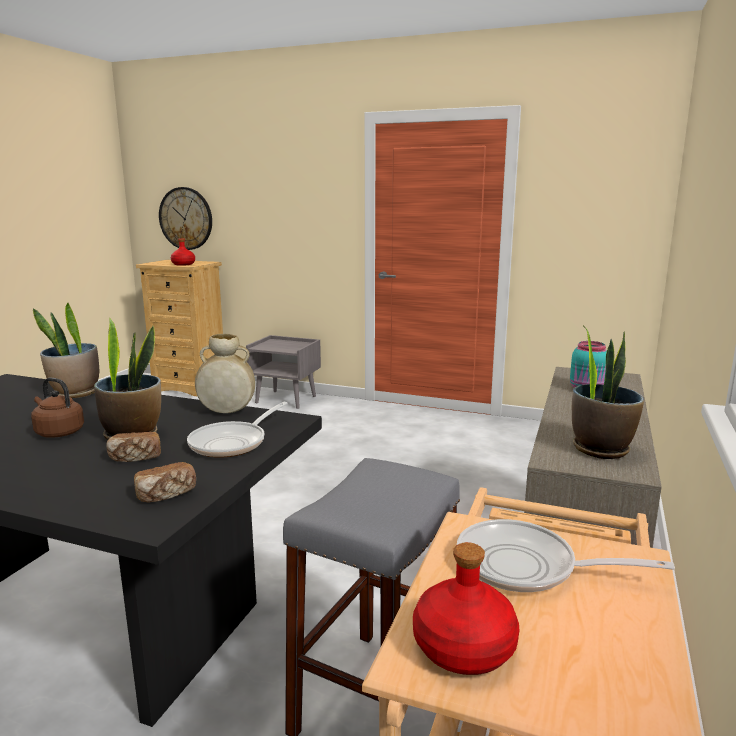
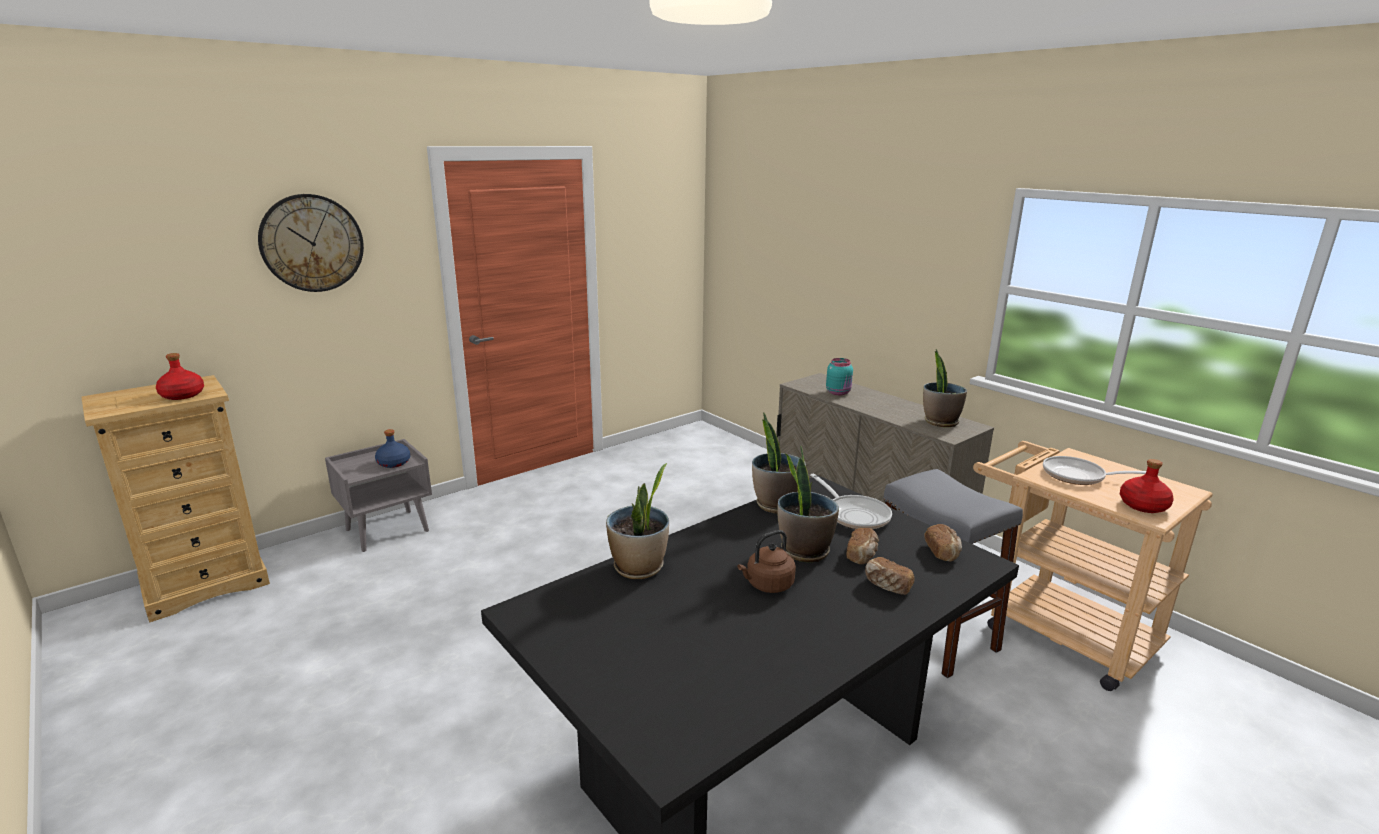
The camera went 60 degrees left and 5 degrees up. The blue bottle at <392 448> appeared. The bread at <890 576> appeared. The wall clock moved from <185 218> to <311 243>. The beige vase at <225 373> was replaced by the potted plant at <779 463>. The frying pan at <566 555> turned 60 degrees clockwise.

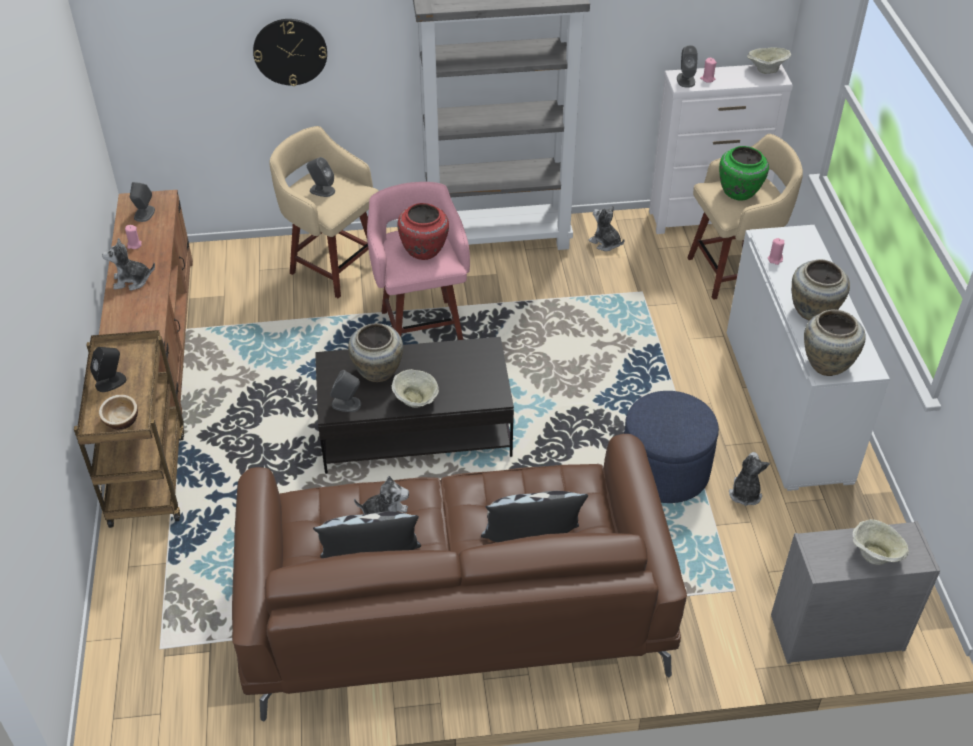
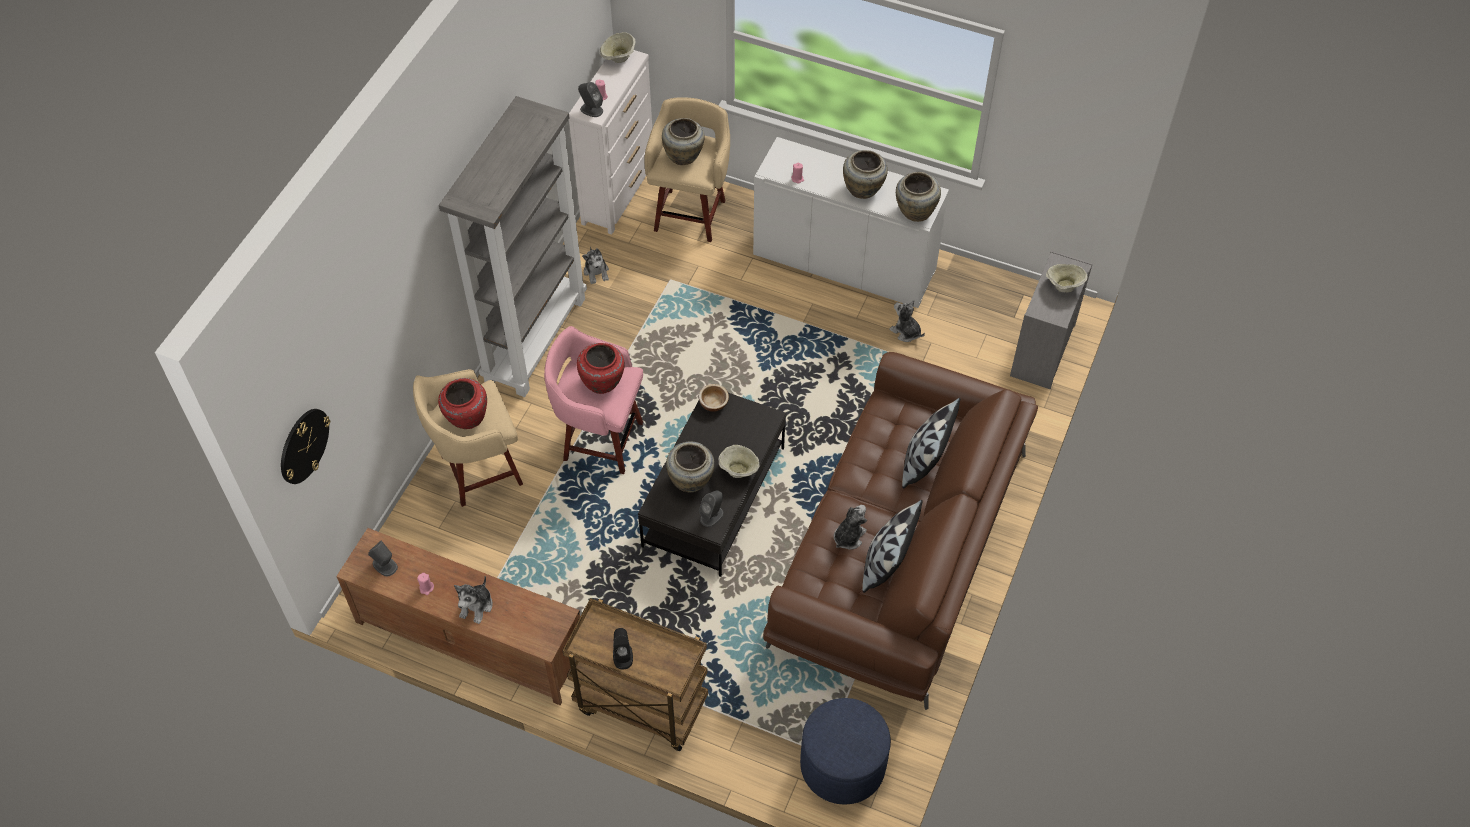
The camera went 60 degrees left and 10 degrees up. The bowl moved from <118 412> to <714 398>. The wall clock moved from <290 52> to <305 446>. The blue ottoman moved from <671 447> to <845 751>. The grey speaker at <321 177> was replaced by the red vase at <462 403>. The green vase at <744 173> became the beige vase at <683 141>. The plush toy at <606 228> turned 90 degrees counterclockwise.

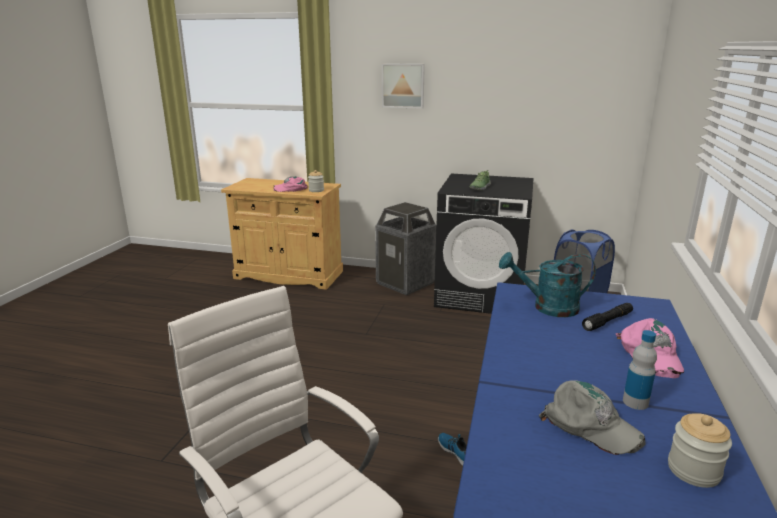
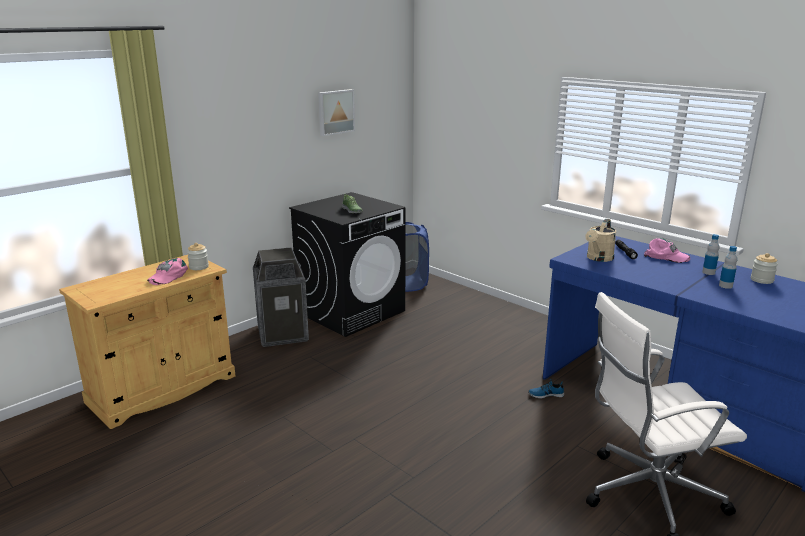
The camera went 60 degrees left and 0 degrees up. The picture moved from <403 86> to <336 112>. The grey cap at <592 417> was replaced by the bottle at <728 267>. The turquoise watering can at <547 284> became the beige watering can at <601 240>.

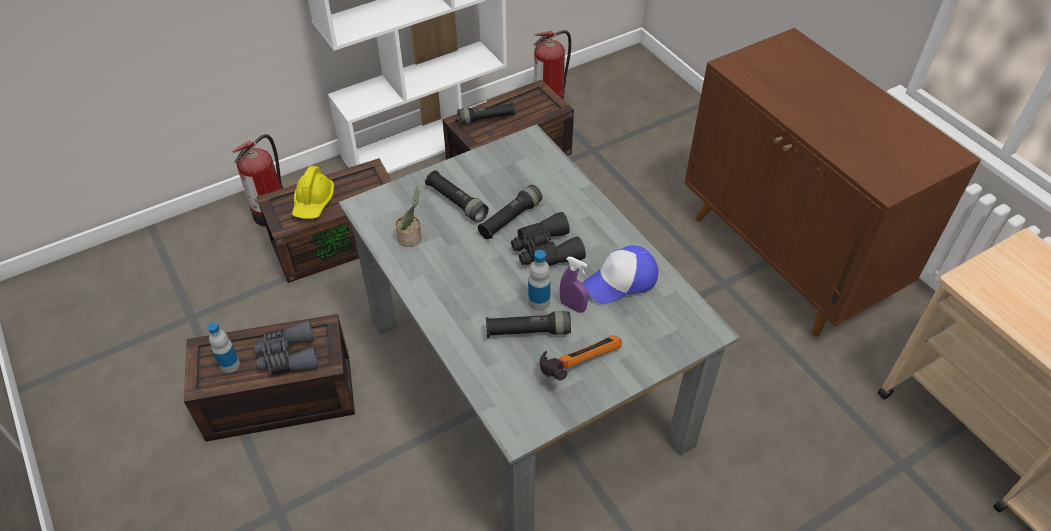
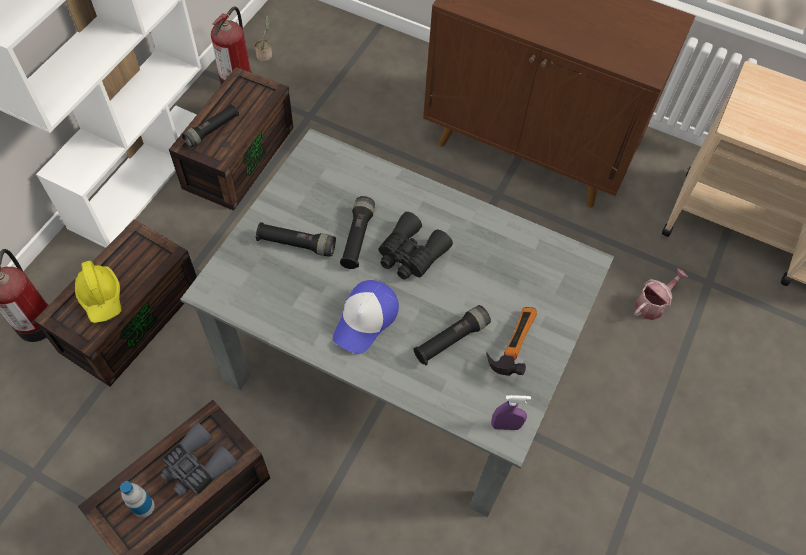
The camera went 35 degrees left and 10 degrees up. The bottle at <539 280> disappeared. The watering can at <661 294> appeared. The potted plant moved from <408 217> to <263 38>. The purple spray bottle moved from <574 285> to <511 412>. The cap moved from <620 274> to <366 317>.

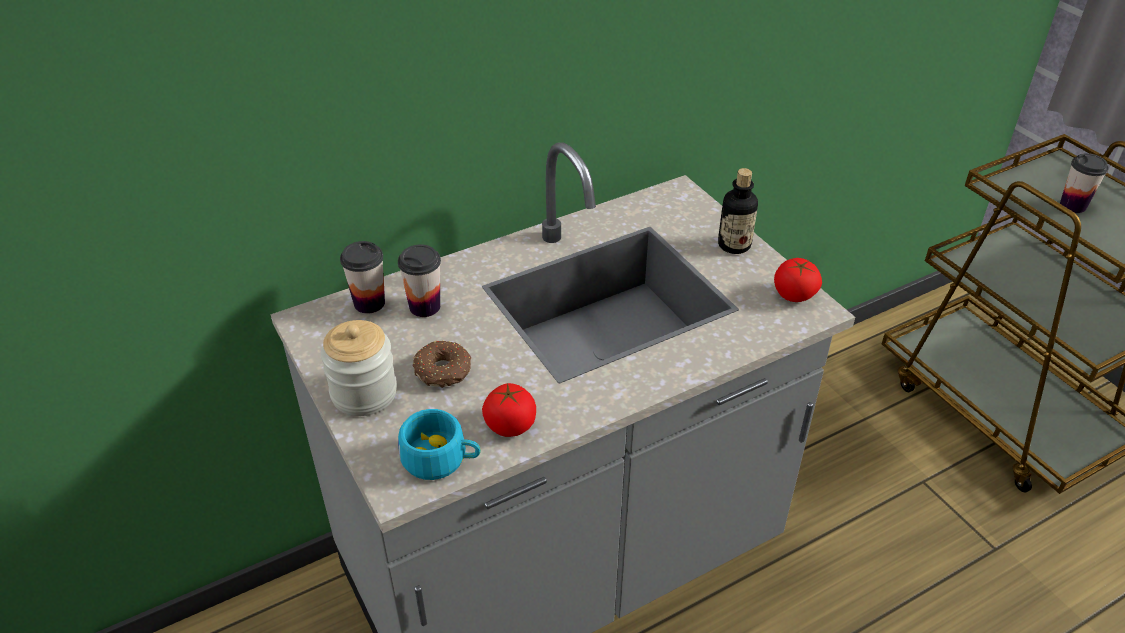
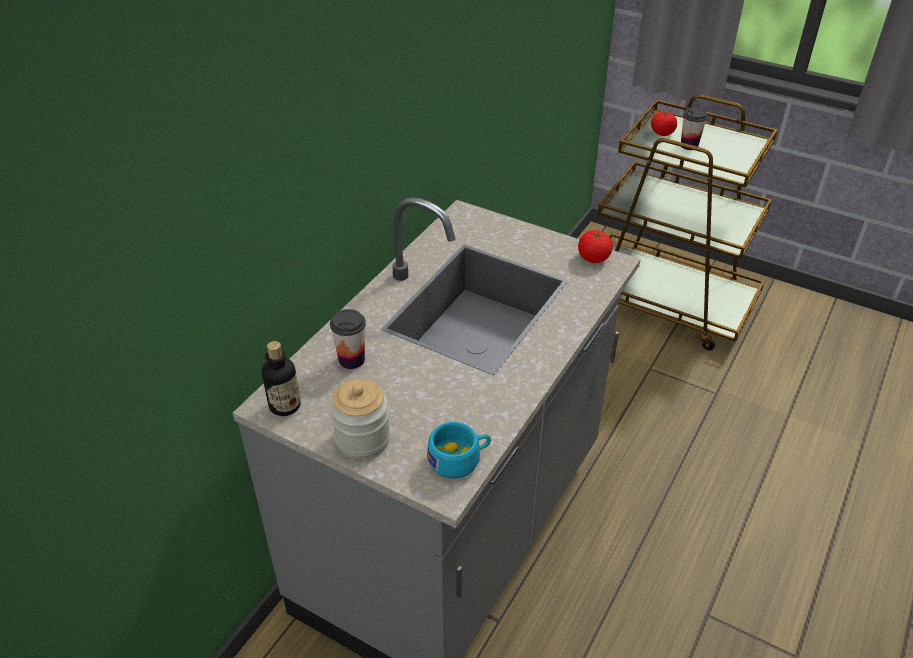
The camera went 30 degrees left and 0 degrees up. The cup at <362 277> disappeared. The donut at <441 364> disappeared. The tomato moved from <509 410> to <664 123>. The bottle moved from <738 211> to <281 378>.

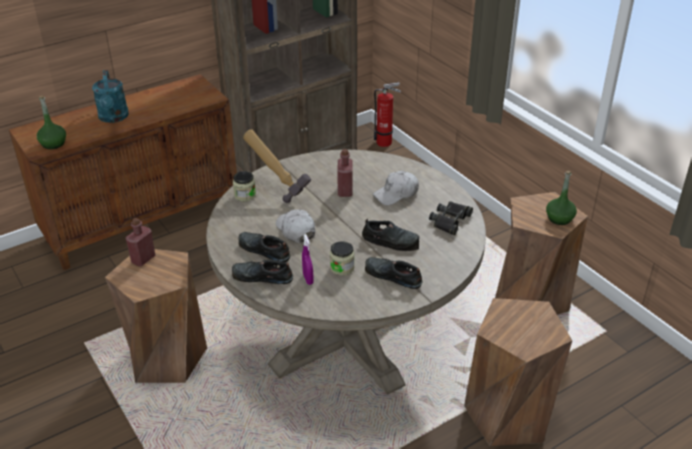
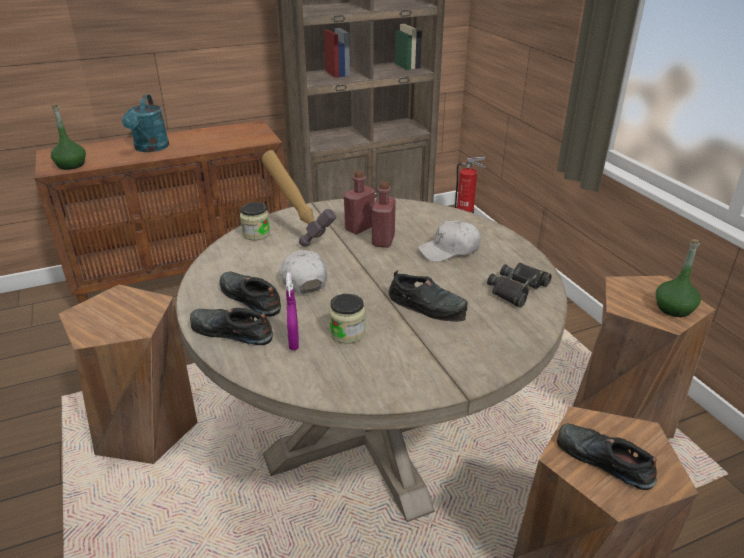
The camera went 10 degrees right and 5 degrees down. The red bottle moved from <141 242> to <359 202>. The black shoe moved from <393 273> to <607 456>.

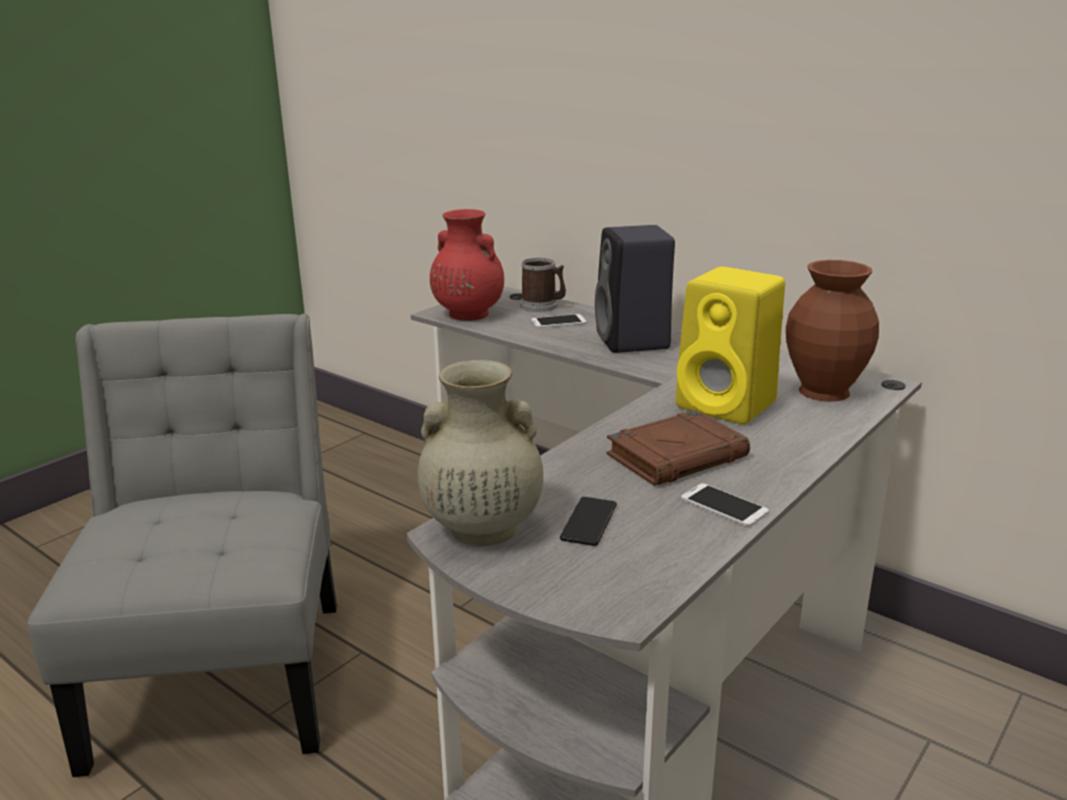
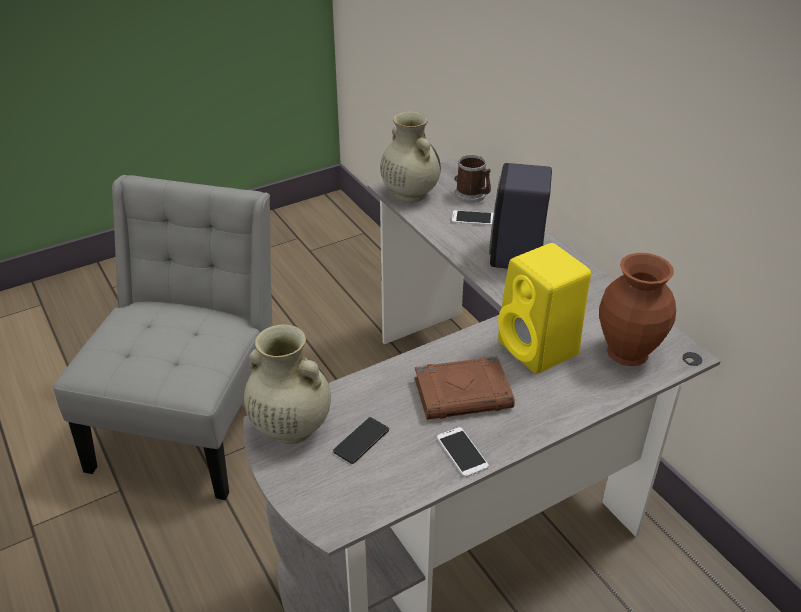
The camera went 20 degrees right and 15 degrees up. The red vase at <467 265> became the beige vase at <410 156>.

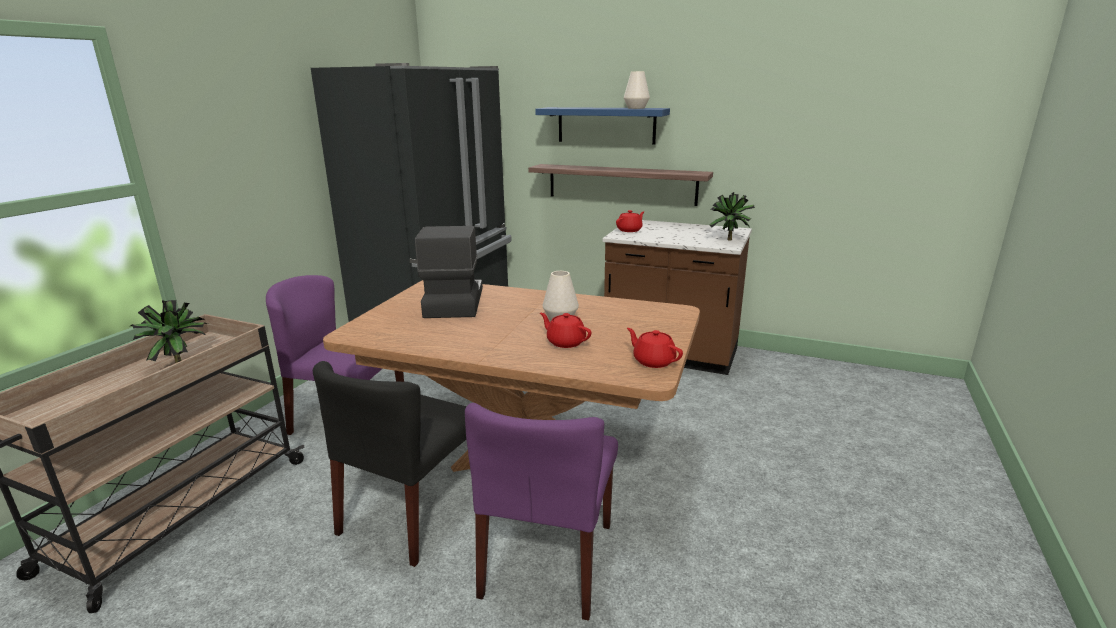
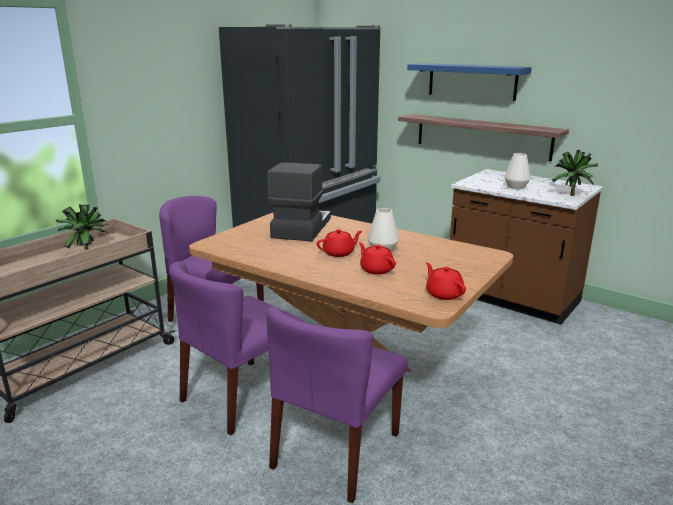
The camera went 15 degrees right and 0 degrees up. The red teapot moved from <630 221> to <339 243>. The white vase moved from <637 90> to <517 171>. The black chair at <390 464> became the purple chair at <236 348>.

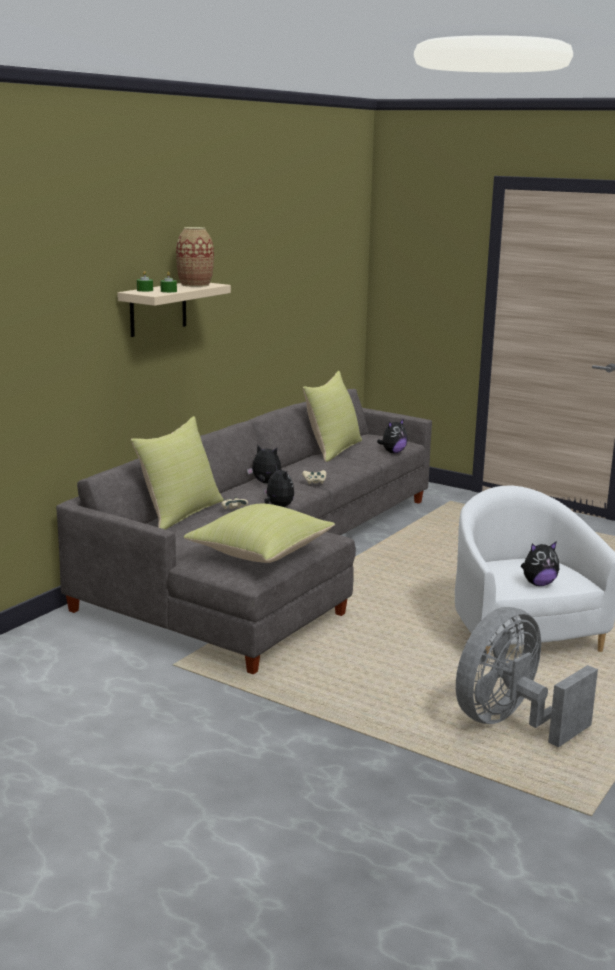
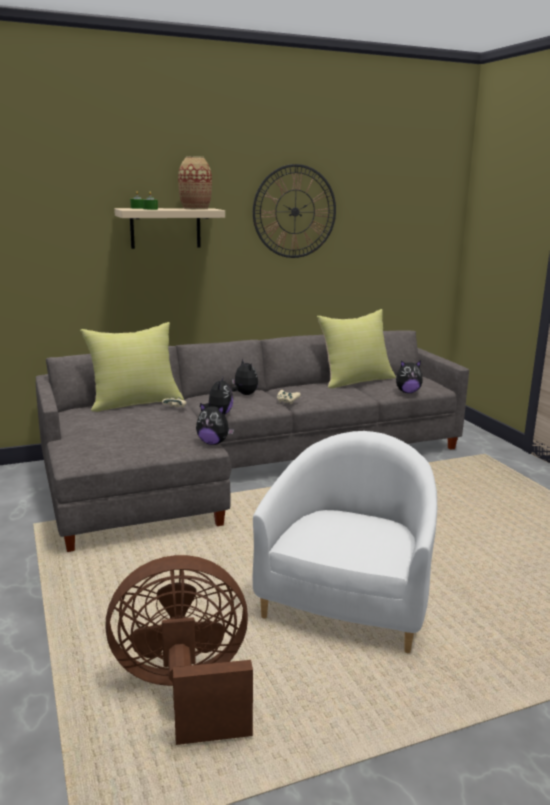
The camera went 35 degrees right and 0 degrees up. The yellow pillow at <259 533> disappeared. The wall clock at <294 211> appeared. The plush toy moved from <540 563> to <215 424>. The grey fan at <527 677> became the brown fan at <179 650>.

